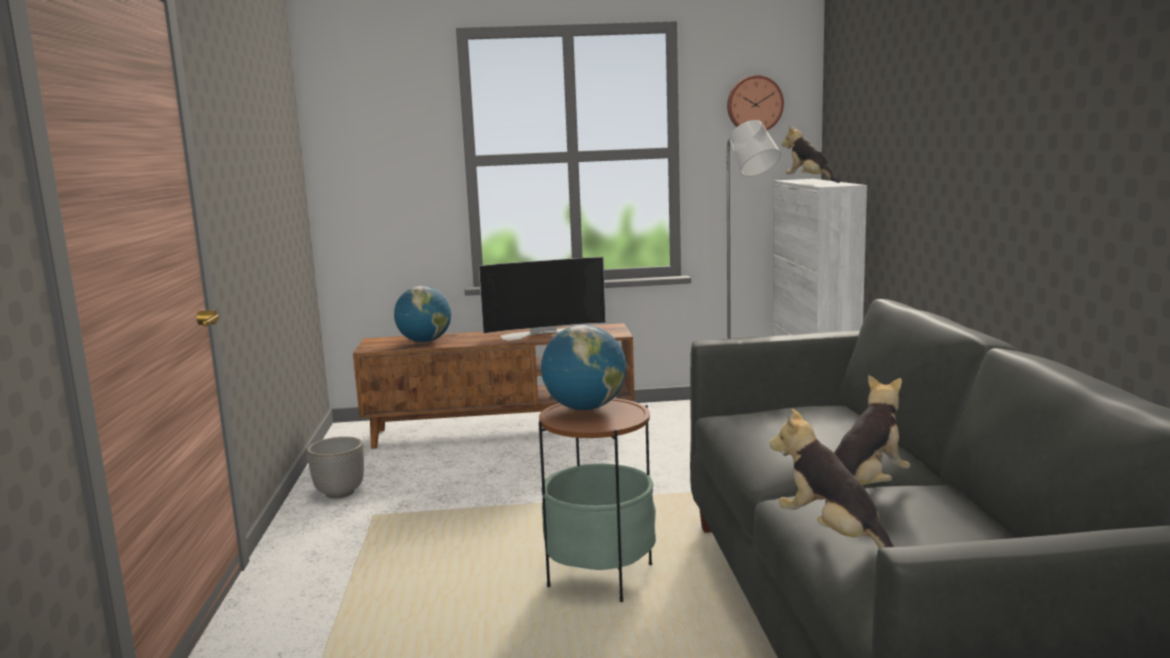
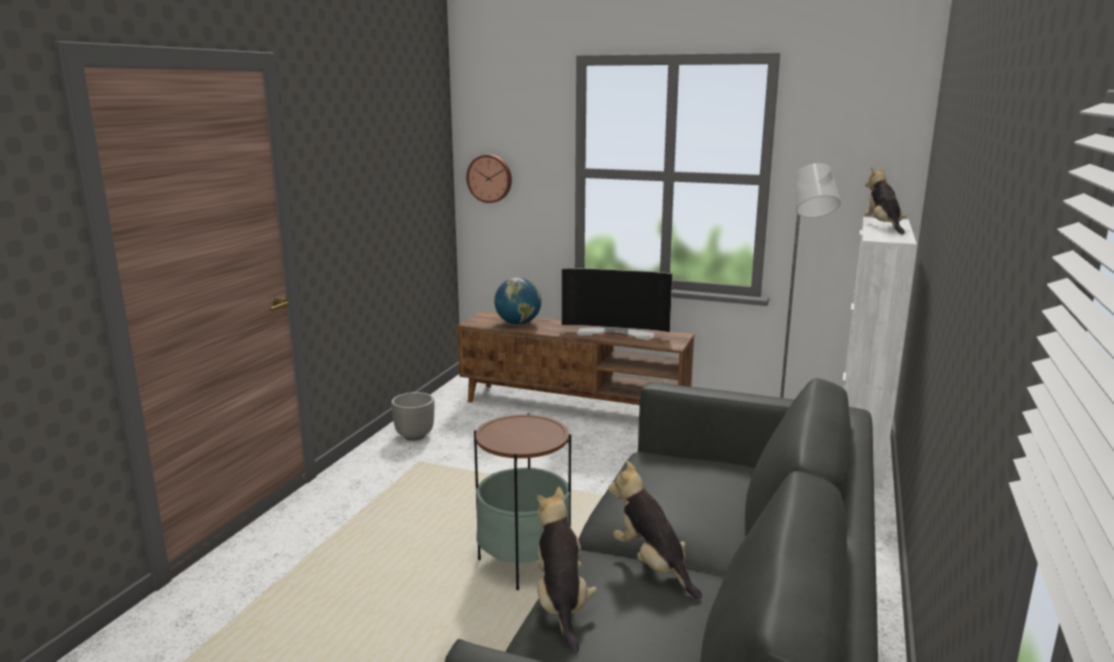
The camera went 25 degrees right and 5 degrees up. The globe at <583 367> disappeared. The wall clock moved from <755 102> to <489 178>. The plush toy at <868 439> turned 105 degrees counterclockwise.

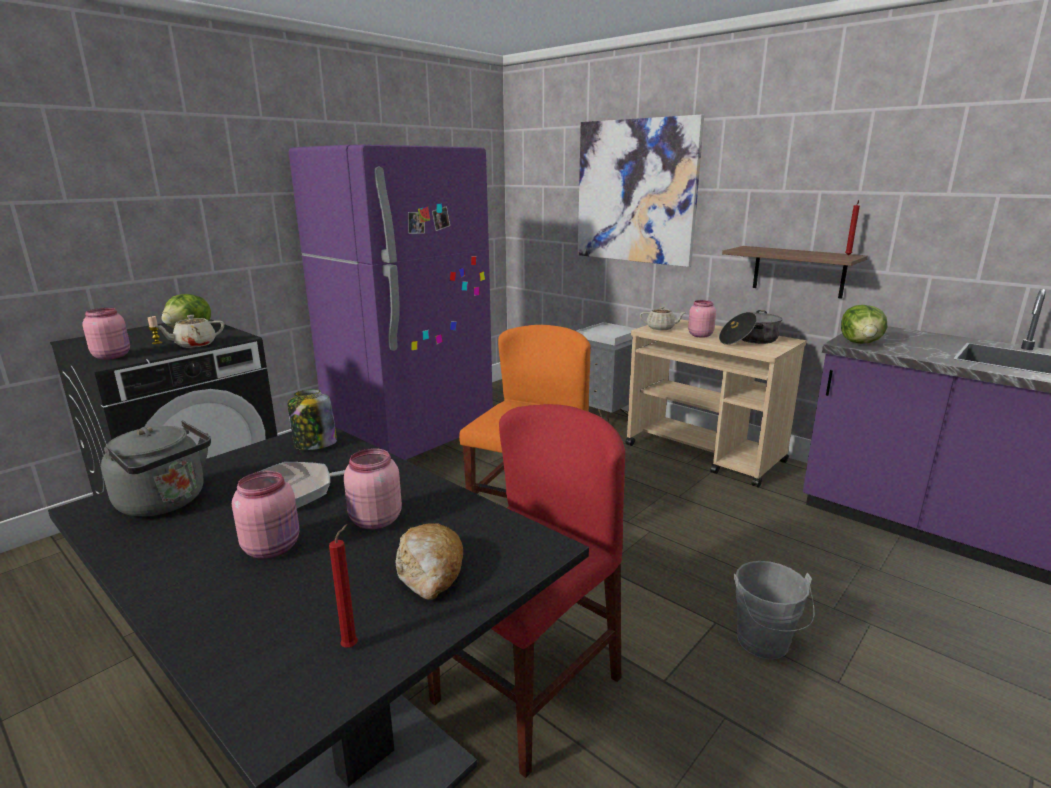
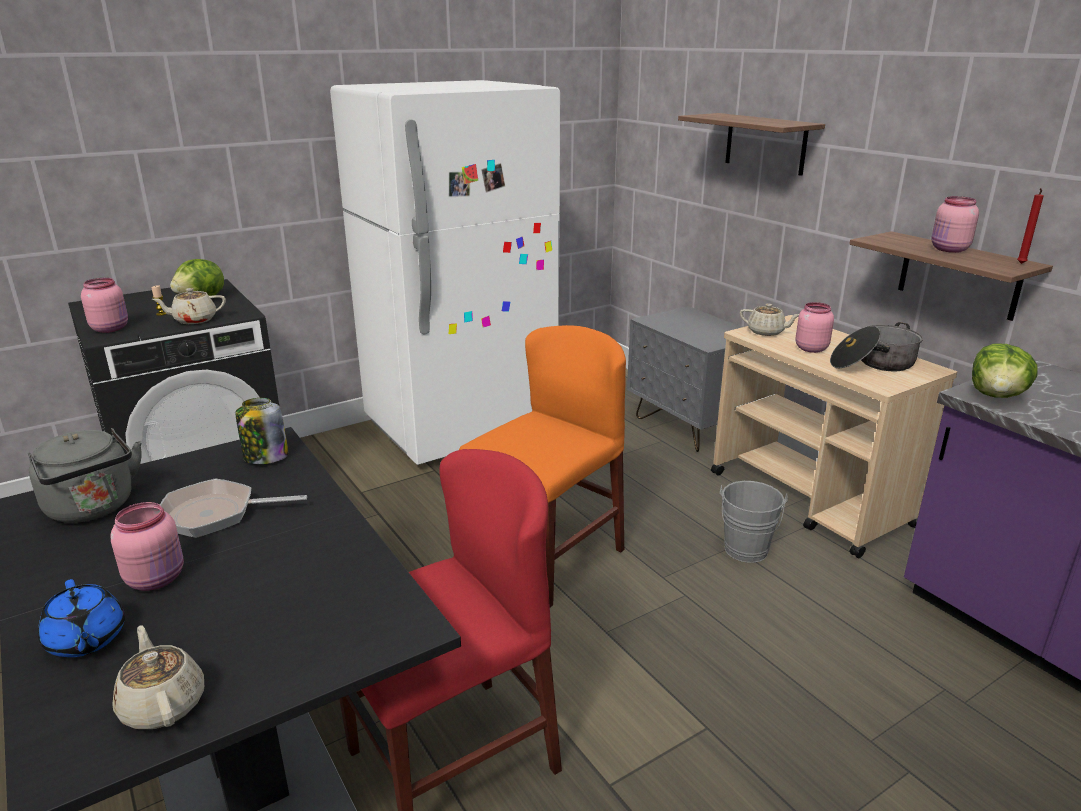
The camera went 15 degrees right and 5 degrees up. The bread at <429 561> disappeared. The white tray at <606 334> disappeared. The blue teapot at <81 618> appeared. The pink jar moved from <373 488> to <955 224>. The grey bucket moved from <774 610> to <754 522>. The red candle at <343 586> was replaced by the beige teapot at <158 677>. The picture at <641 191> was replaced by the shelf at <751 144>. The purple fridge at <391 302> became the white fridge at <445 272>.

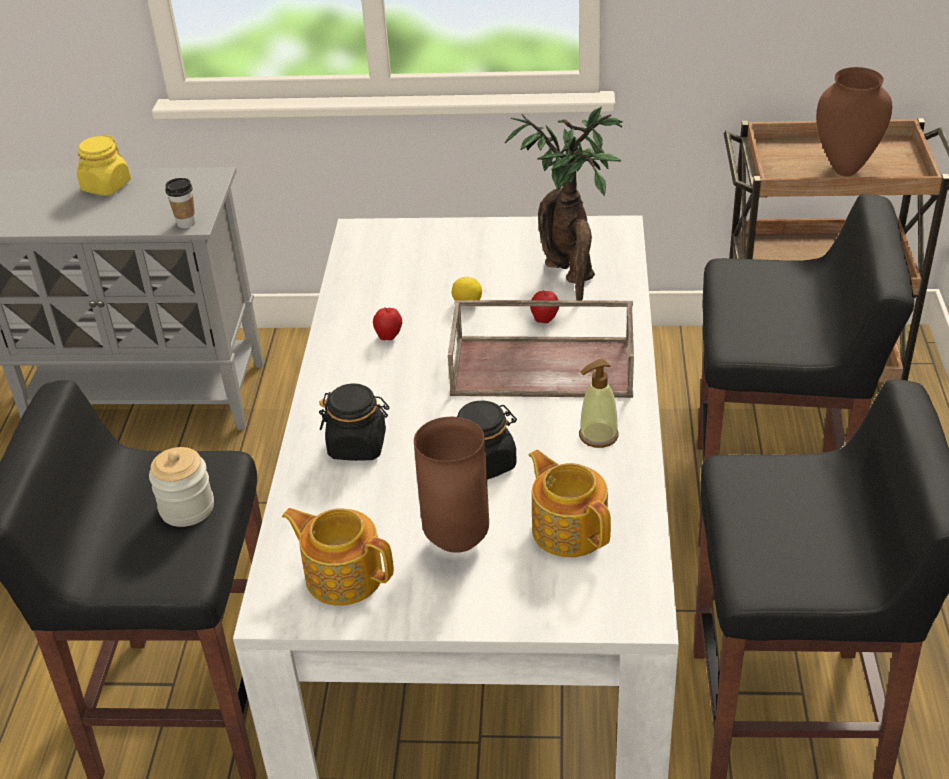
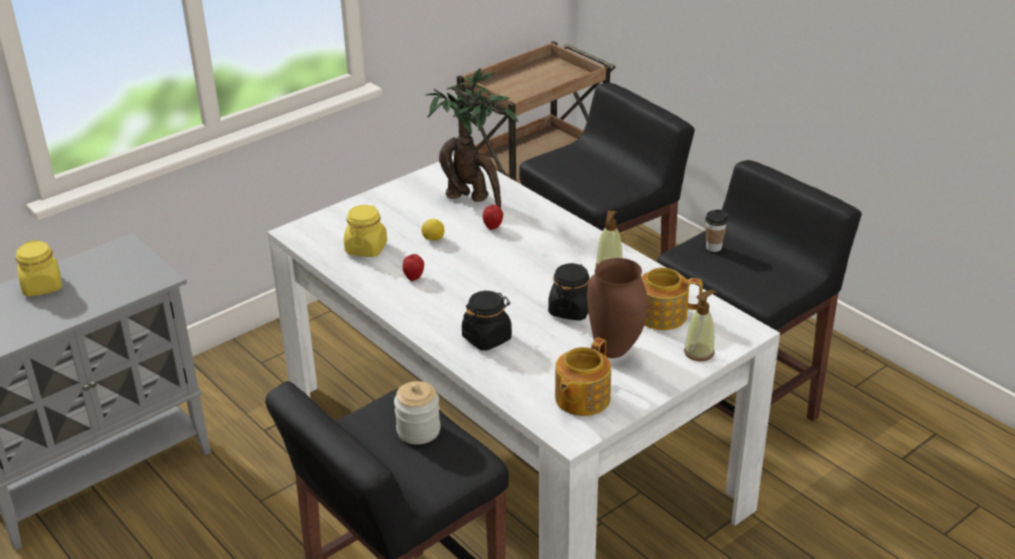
The camera went 45 degrees left and 5 degrees down. The brown tray at <541 349> disappeared. The brown vase at <854 122> disappeared. The yellow jar at <365 231> appeared. The soap dispenser at <700 325> appeared. The cup moved from <180 203> to <716 231>. The teapot at <338 557> turned 45 degrees counterclockwise.

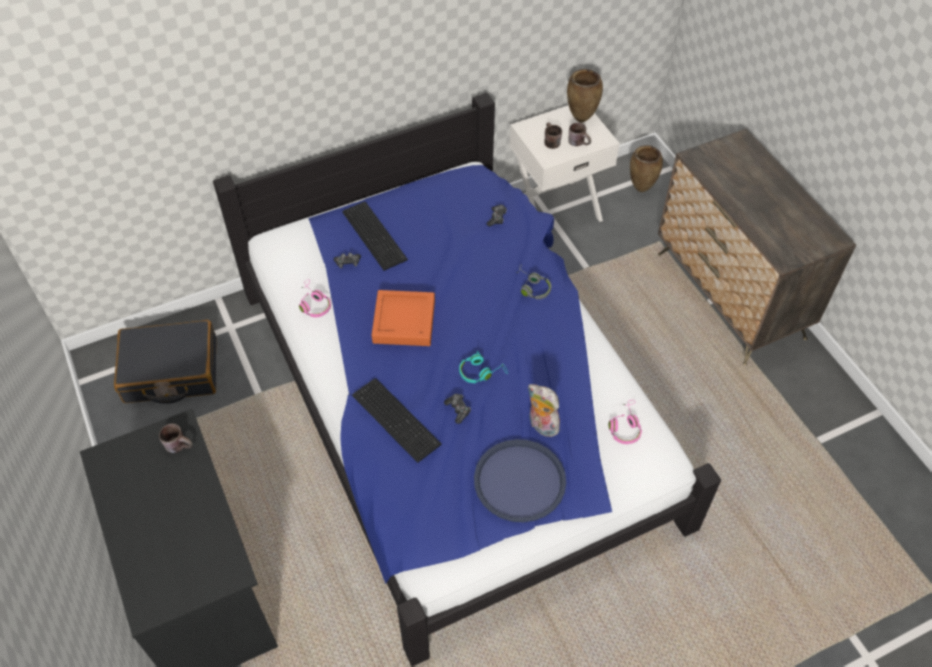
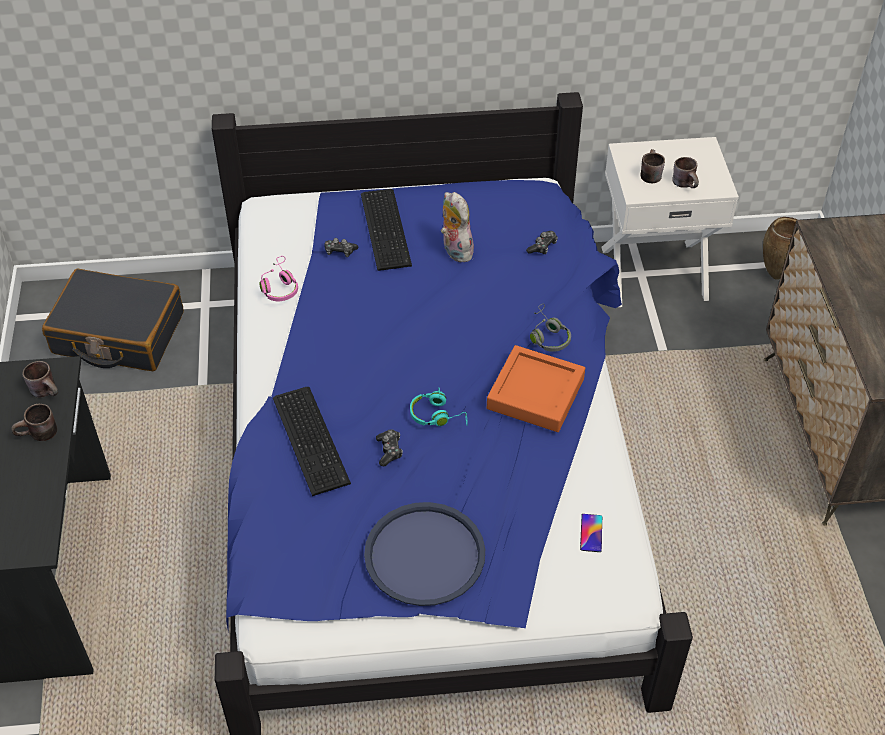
The camera went 20 degrees right and 5 degrees down. The brown vase at <585 96> disappeared. The brown mug at <34 422> appeared. The orange tray moved from <403 318> to <536 388>. The plush toy moved from <544 410> to <457 227>. The pink headphones at <625 422> was replaced by the phone at <591 533>.

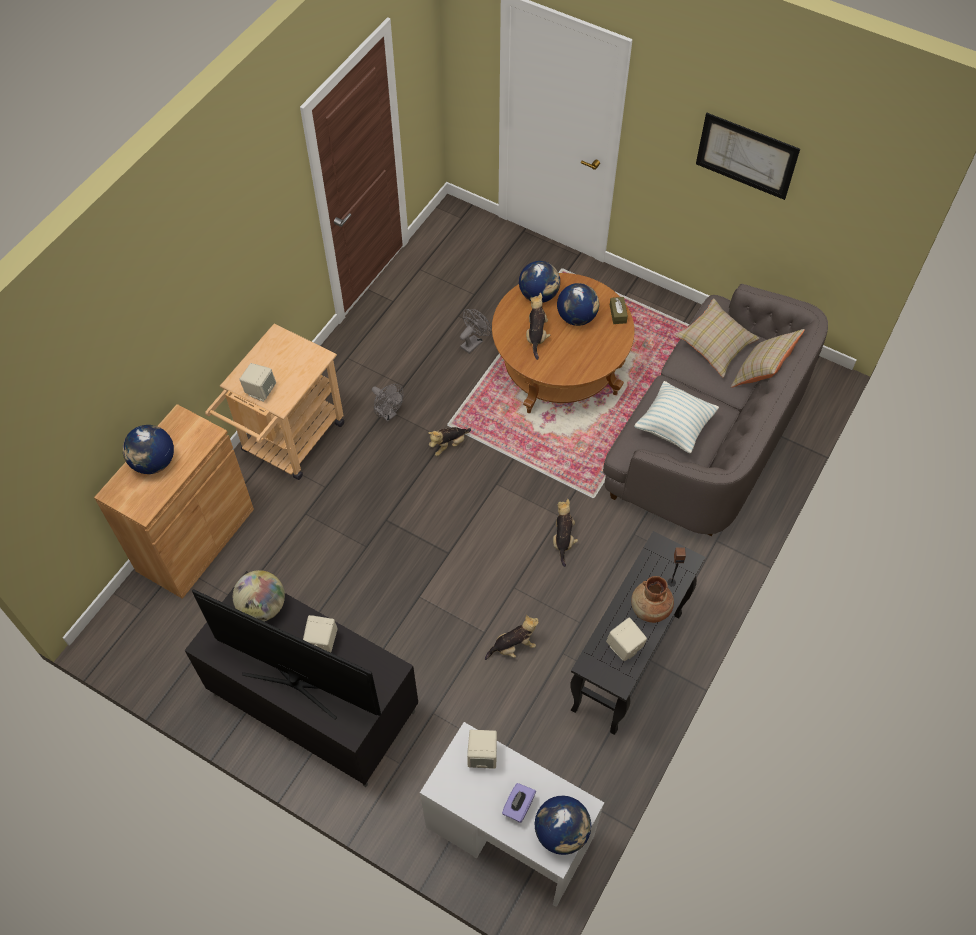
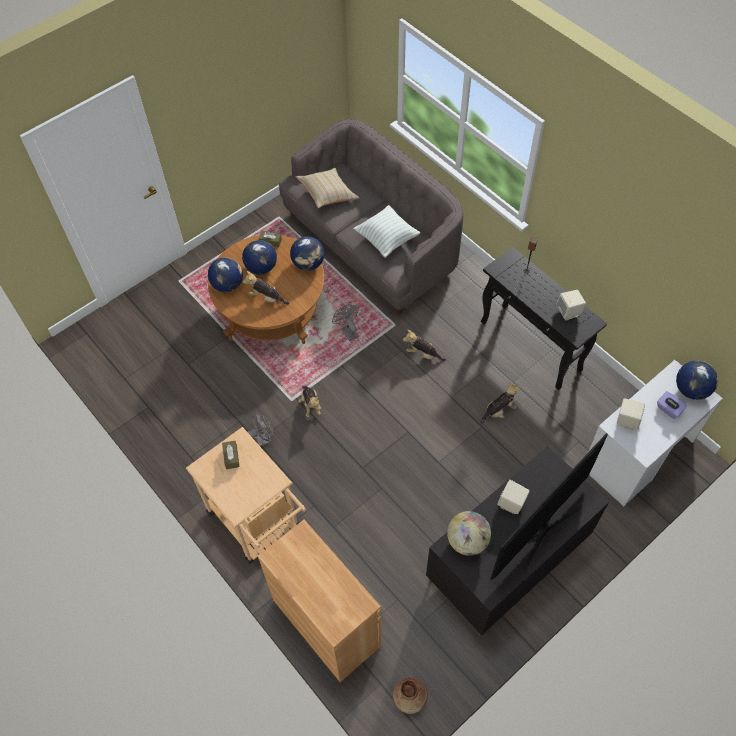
The camera went 70 degrees left and 0 degrees up. The beige speaker at <258 382> disappeared. The picture at <748 156> disappeared. The beige pillow at <768 358> disappeared. The brown tissue box at <231 455> appeared. The globe moved from <148 449> to <307 253>. The grey fan moved from <475 331> to <345 322>. The brown vase moved from <652 599> to <410 695>. The plush toy at <512 637> turned 60 degrees clockwise.

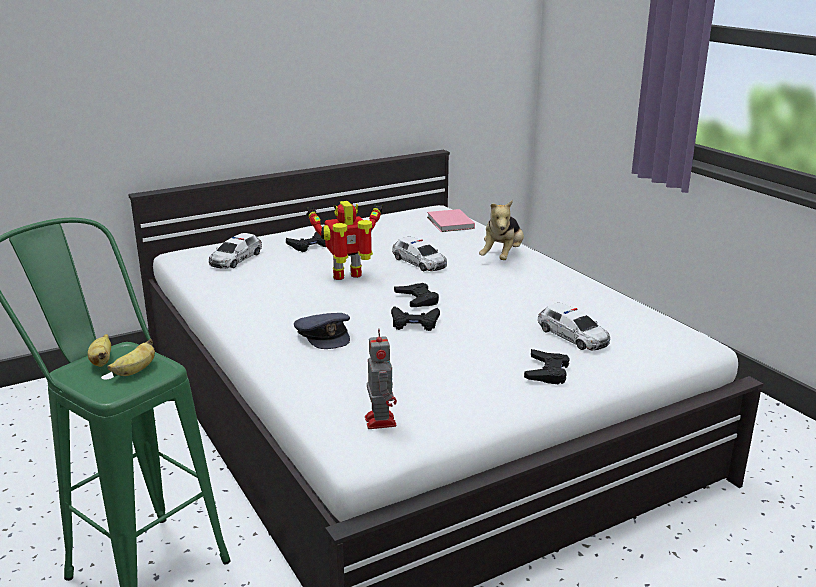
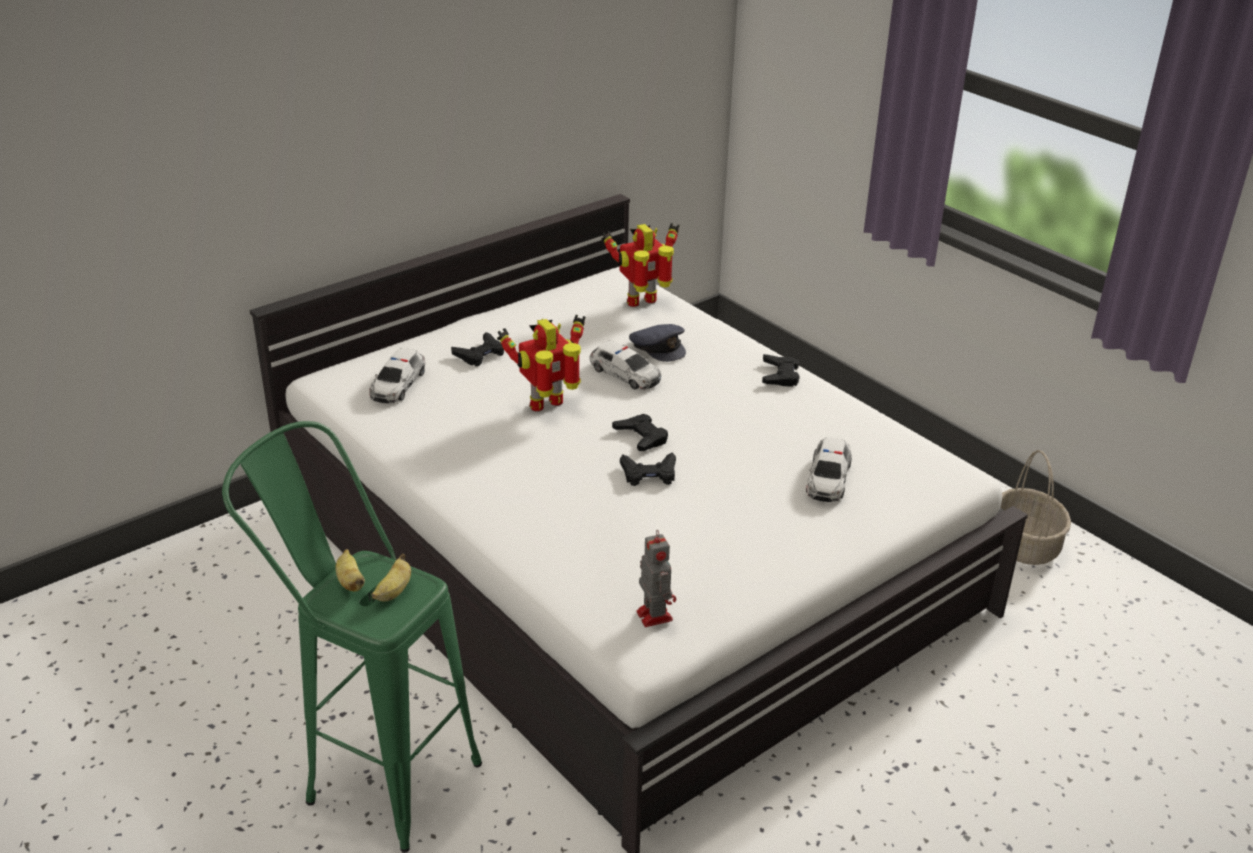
The camera went 10 degrees left and 10 degrees up. The plush toy at <501 230> disappeared. The basket at <1035 507> appeared. The grey cap moved from <322 331> to <657 343>. The black game controller moved from <547 366> to <781 370>. The pink book at <451 220> was replaced by the toy robot at <640 265>. The toy car at <574 326> turned 60 degrees clockwise.

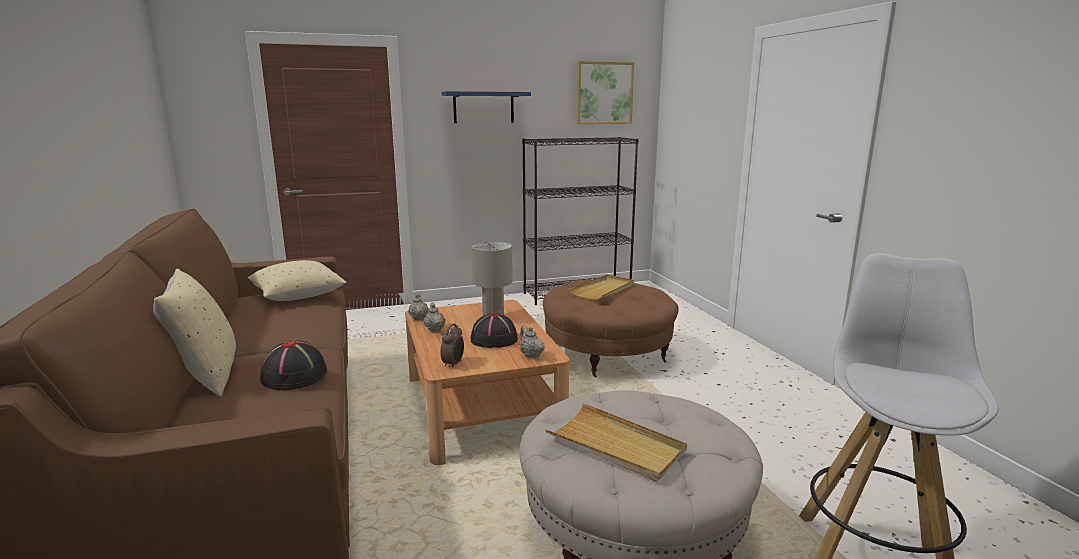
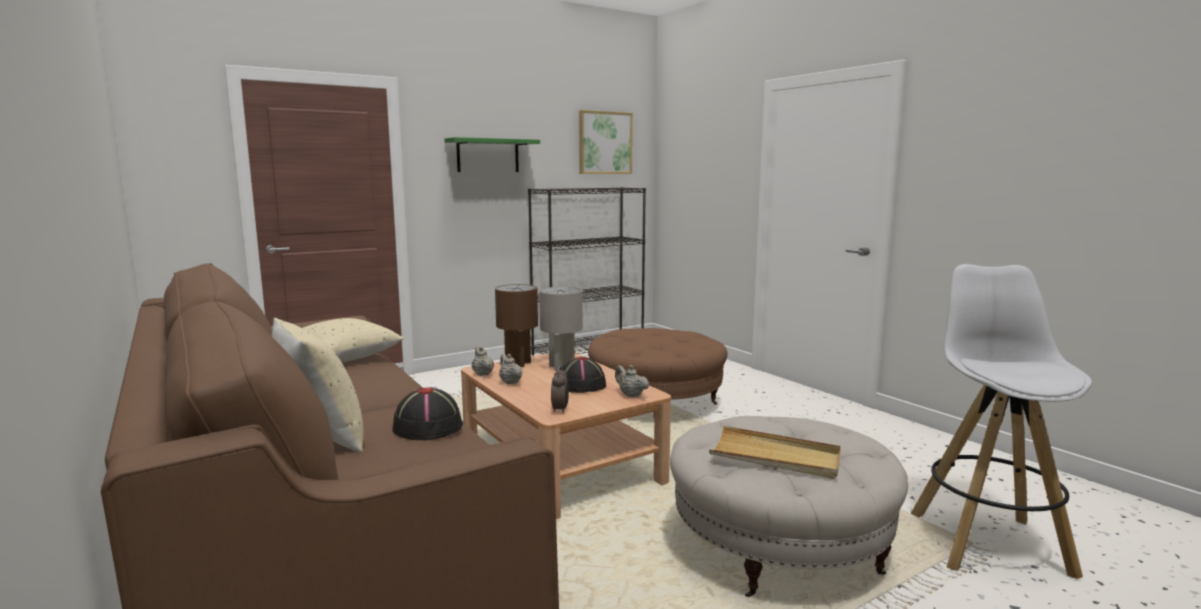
The camera went 15 degrees left and 5 degrees down. The beige tray at <601 287> disappeared. The brown table lamp at <516 325> appeared. The blue shelf at <486 107> became the green shelf at <492 154>.

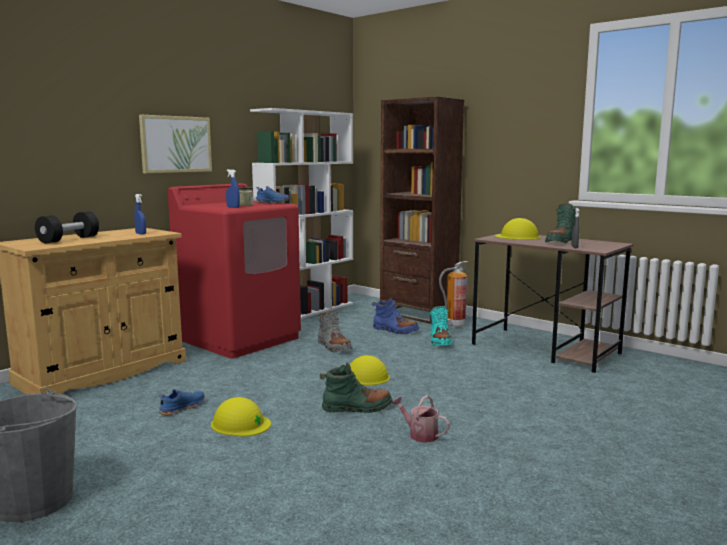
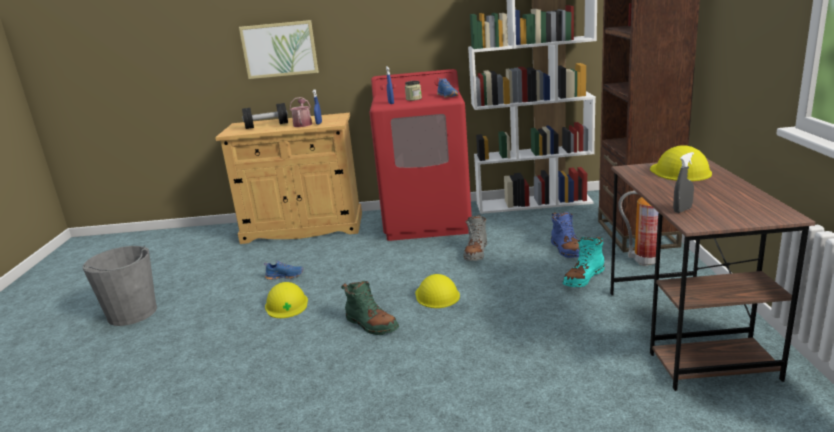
The camera went 50 degrees right and 10 degrees up. The green boot at <560 223> disappeared. The picture moved from <175 144> to <279 49>. The watering can moved from <420 419> to <301 112>.

